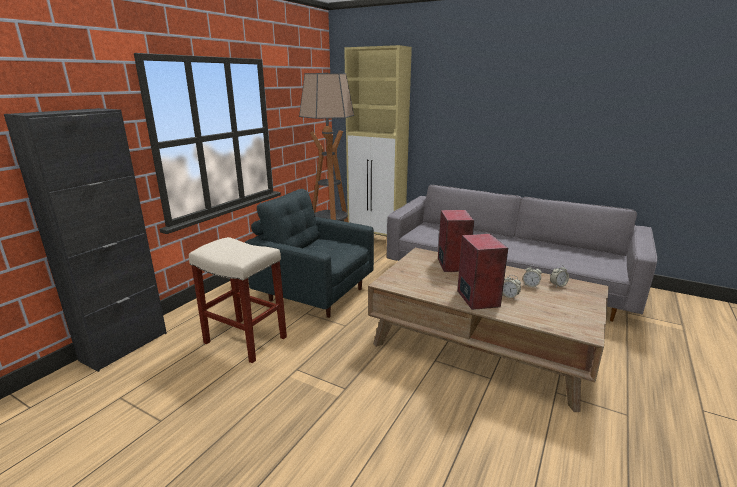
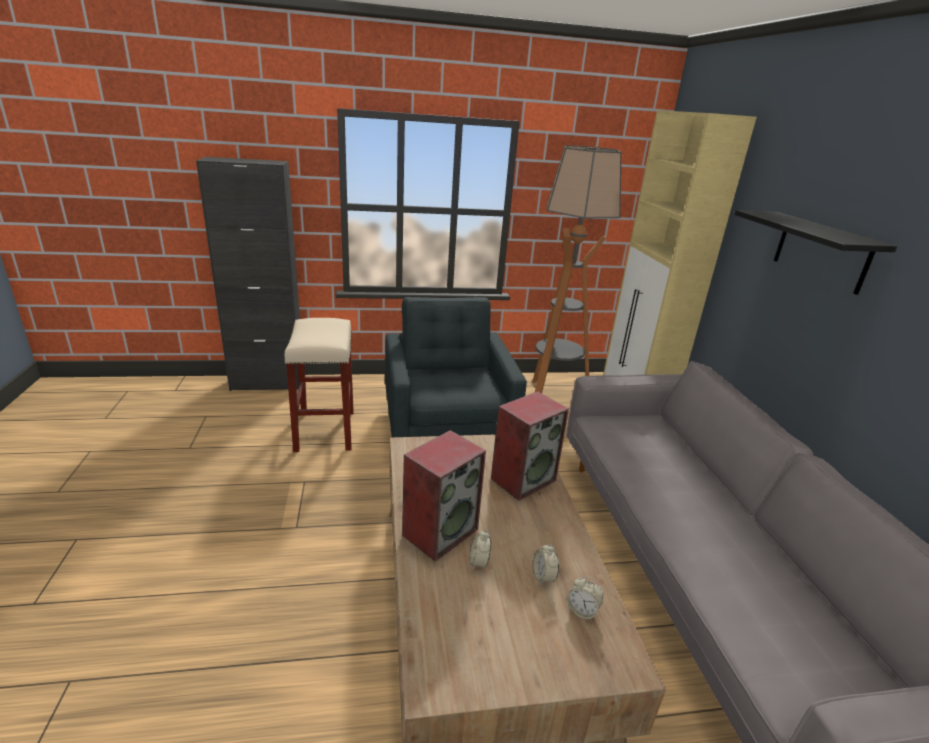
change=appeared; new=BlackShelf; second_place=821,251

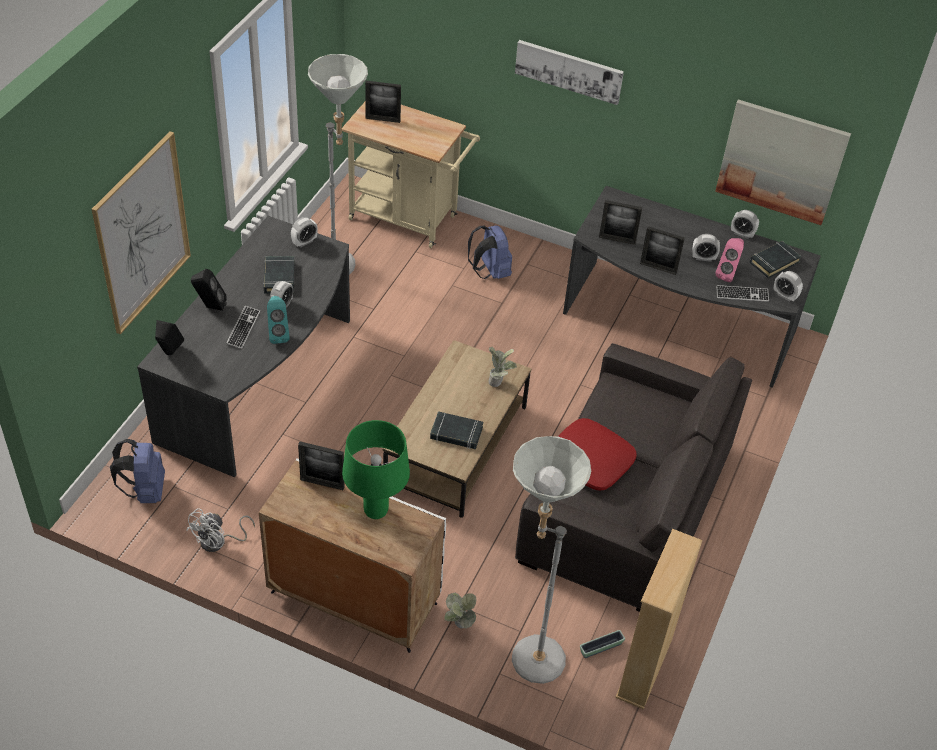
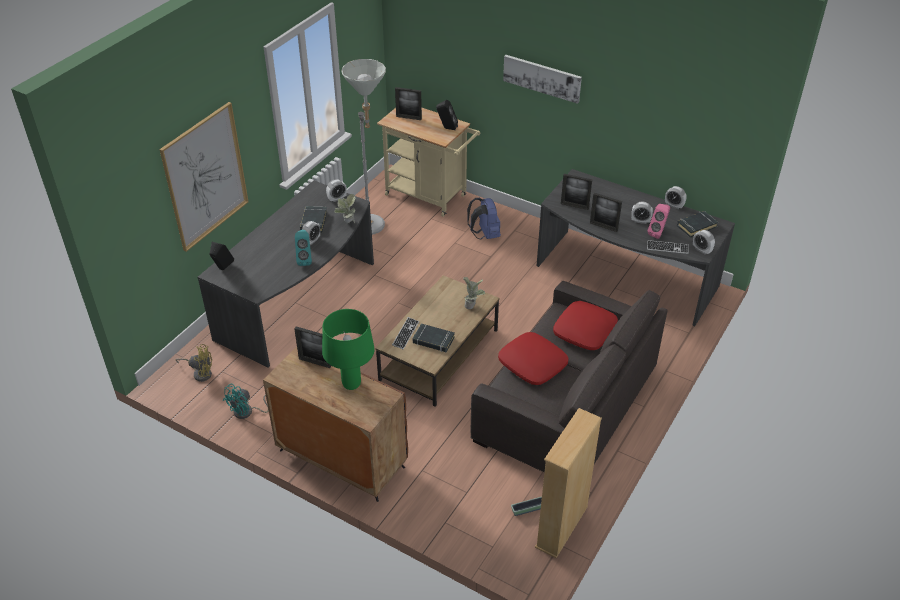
change=missing; old=Picture; first_place=781,161
change=relocated; old=BlackSpeaker; first_place=210,307; second_place=447,128
change=relocated; old=Keyboard; first_place=243,328; second_place=405,334
change=missing; old=GreyFloorLamp; first_place=526,656
change=exchanged; old=BlueBackpack; new=YellowFan; first_place=145,490; second_place=200,373
change=colour; old=WhiteCabinet; new=BrownCabinet; first_place=352,598; second_place=341,458
change=colour; old=WhiteFan; new=TurquoiseFan; first_place=218,542; second_place=247,412
change=relocated; old=PottedPlant; first_place=459,626; second_place=347,223
change=appeared; new=RedPillow; second_place=585,331

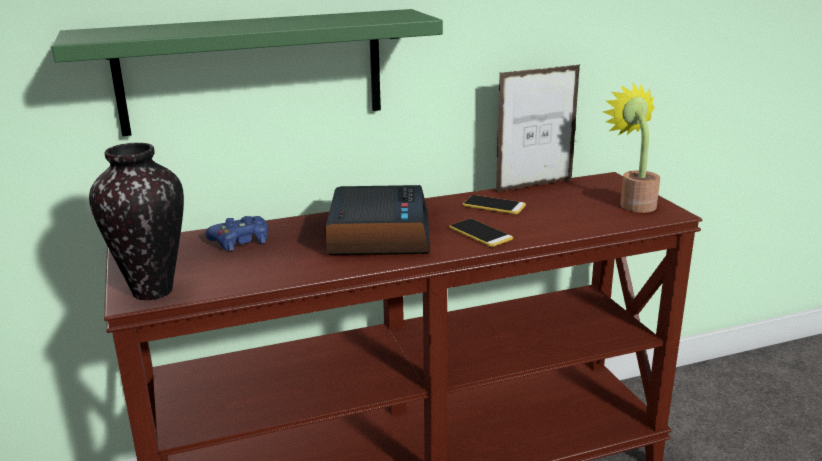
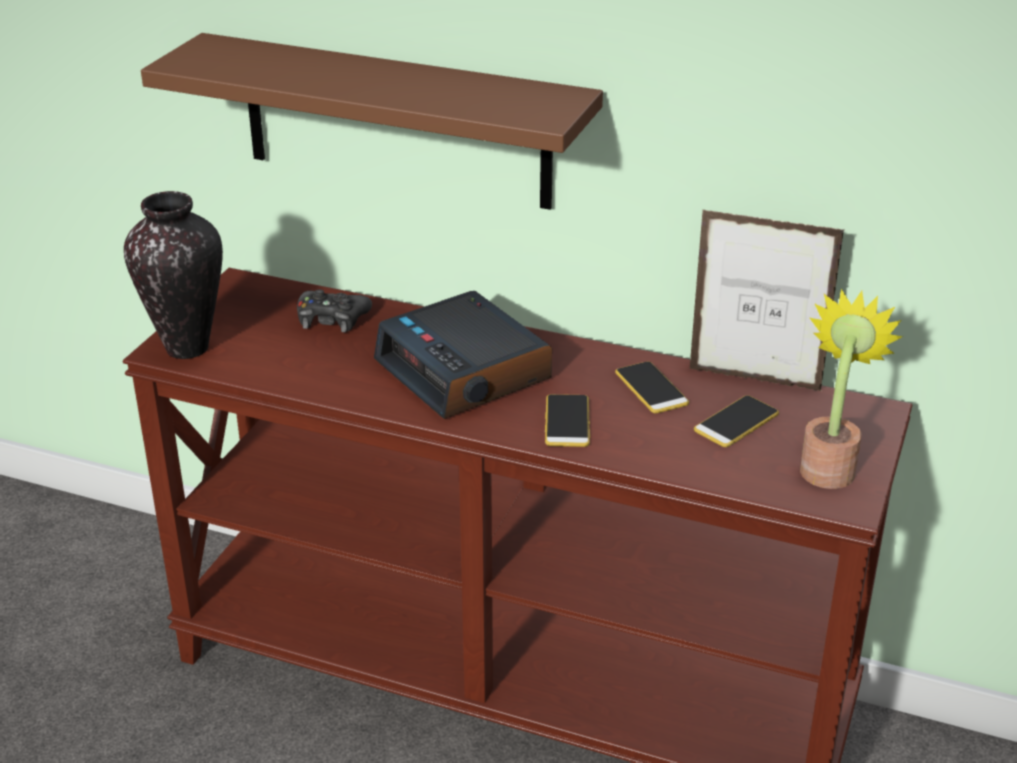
change=colour; old=GreenShelf; new=BrownShelf; first_place=252,71; second_place=396,122
change=spun; old=AlarmClock; first_place=378,234; second_place=465,371; degrees=105
change=colour; old=BlueGameController; new=BlackGameController; first_place=240,241; second_place=332,319
change=appeared; new=Phone; second_place=736,422

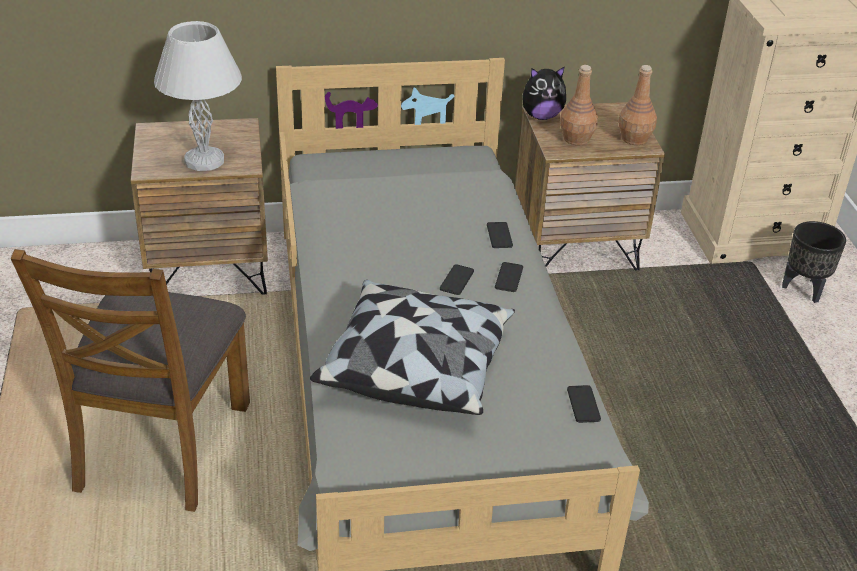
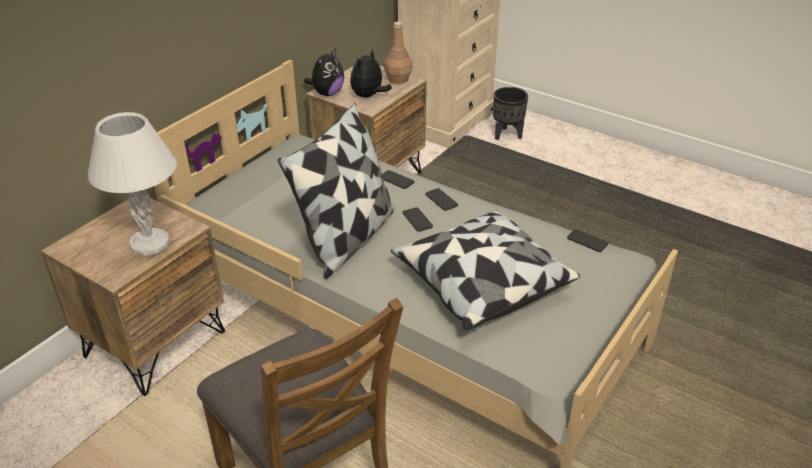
change=exchanged; old=BrownBottle; new=PlushToy; first_place=576,139; second_place=368,96
change=appeared; new=Pillow; second_place=347,238

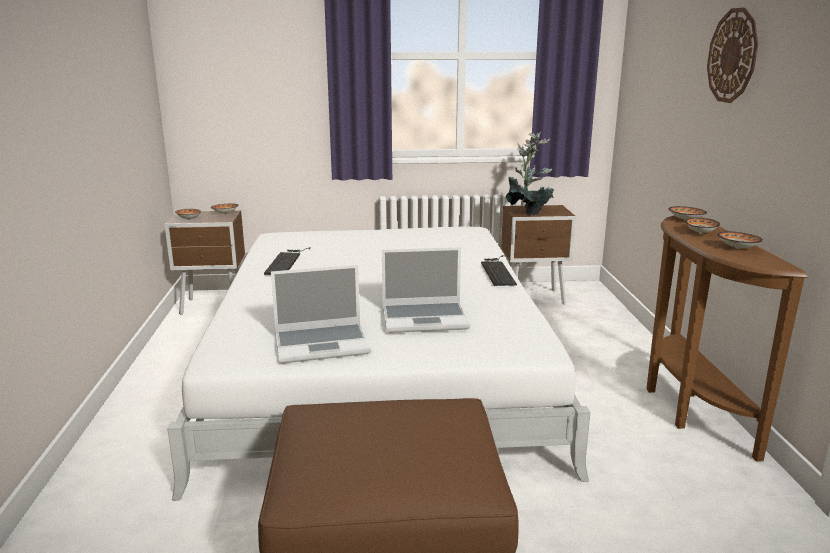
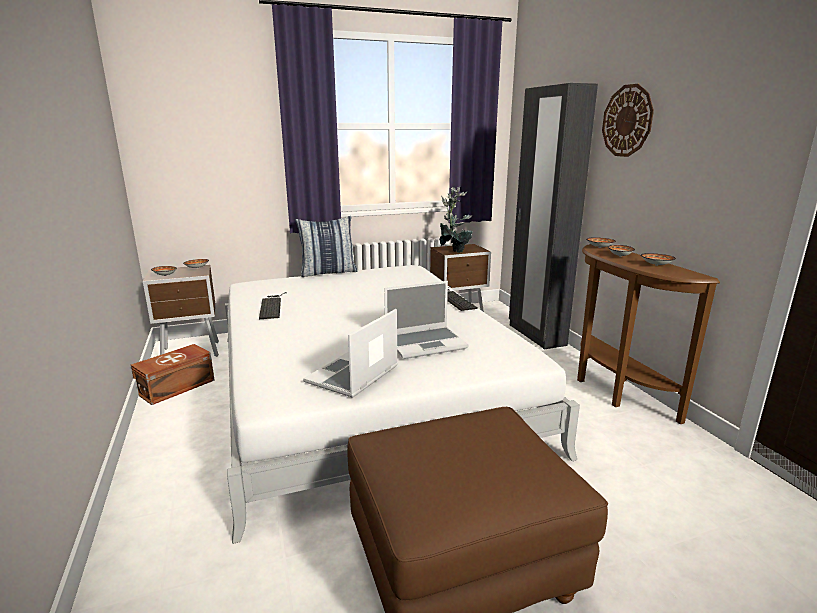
change=spun; old=Laptop; first_place=323,344; second_place=353,375; degrees=150
change=appeared; new=BlackWardrobe; second_place=536,335
change=appeared; new=Pillow; second_place=328,272
change=appeared; new=BrownStorageBox; second_place=178,387

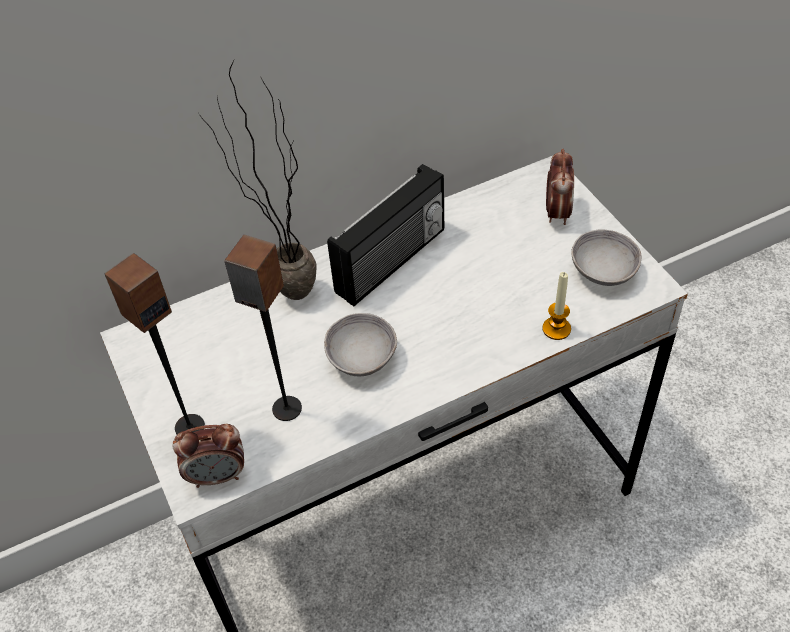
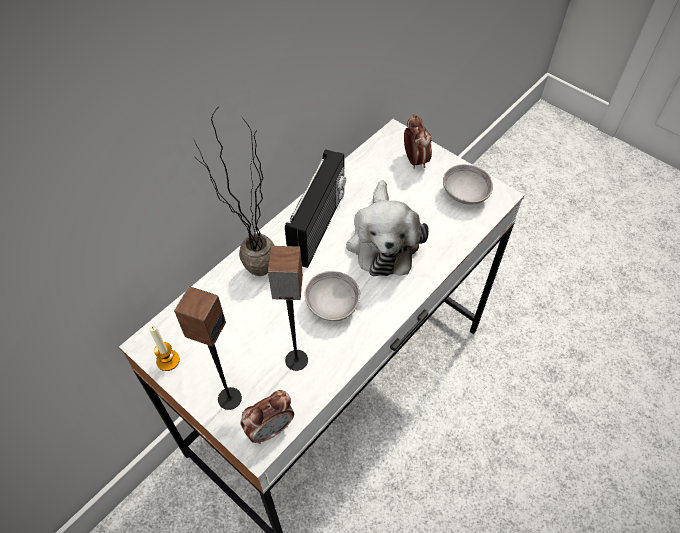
change=relocated; old=Candle; first_place=556,329; second_place=168,360
change=appeared; new=PlushToy; second_place=383,241

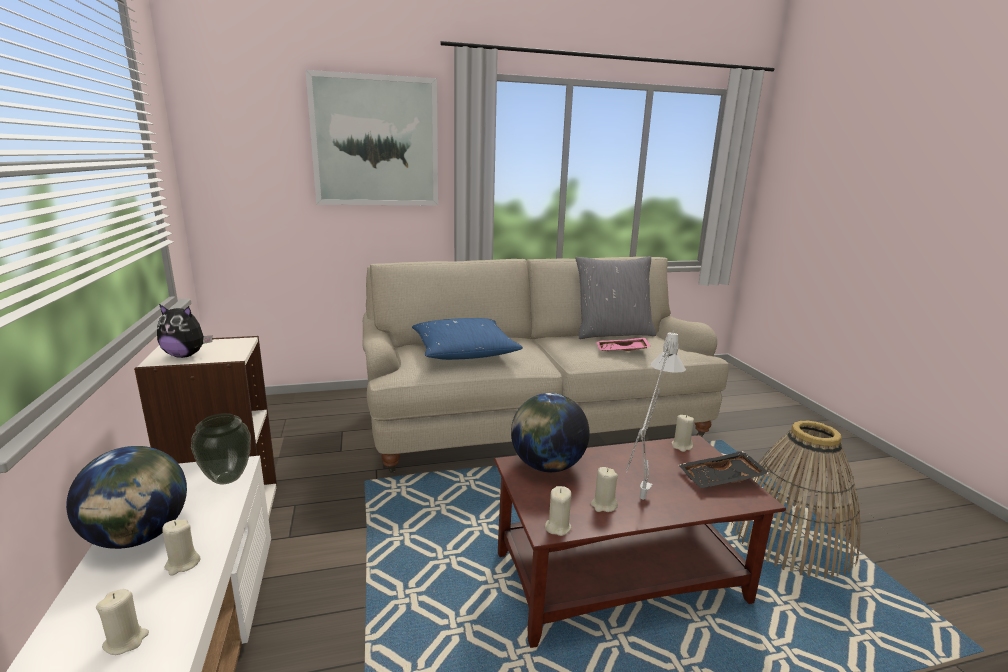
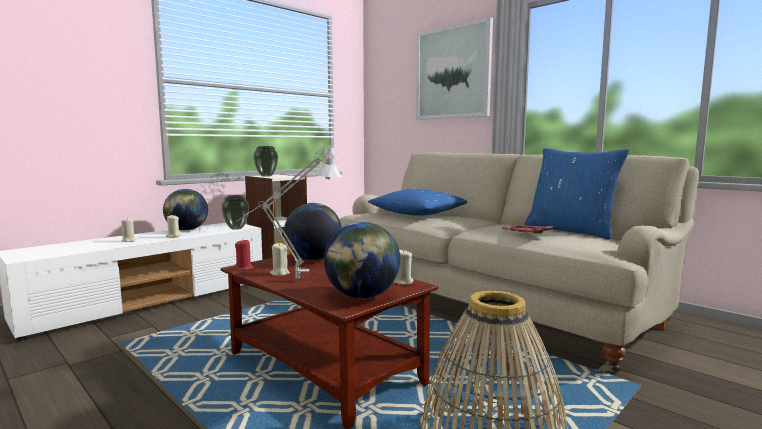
change=colour; old=GreyPillow; new=BluePillow; first_place=612,333; second_place=571,231
change=exchanged; old=PlushToy; new=Vase; first_place=186,355; second_place=266,176
change=exchanged; old=BlackTray; new=Globe; first_place=722,479; second_place=362,296
change=colour; old=BeigeCandle; new=RedCandle; first_place=557,527; second_place=244,268

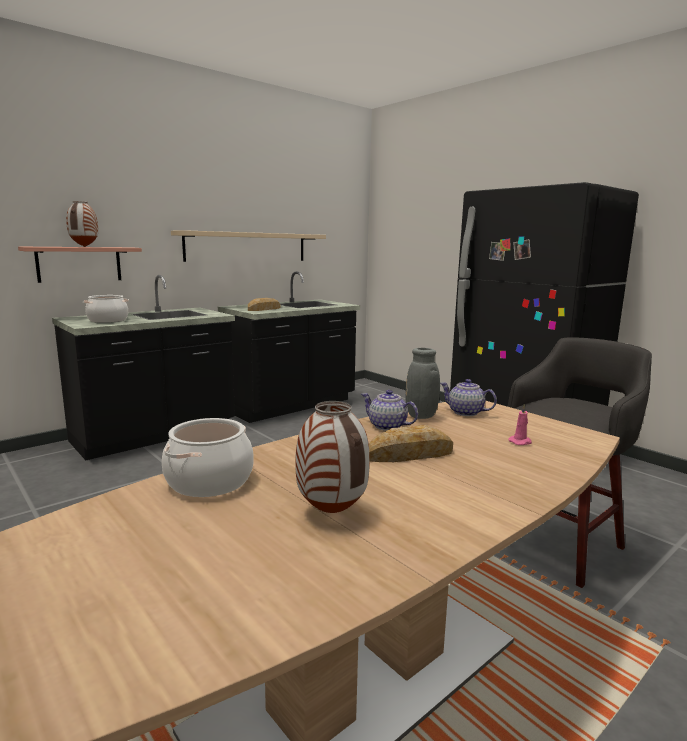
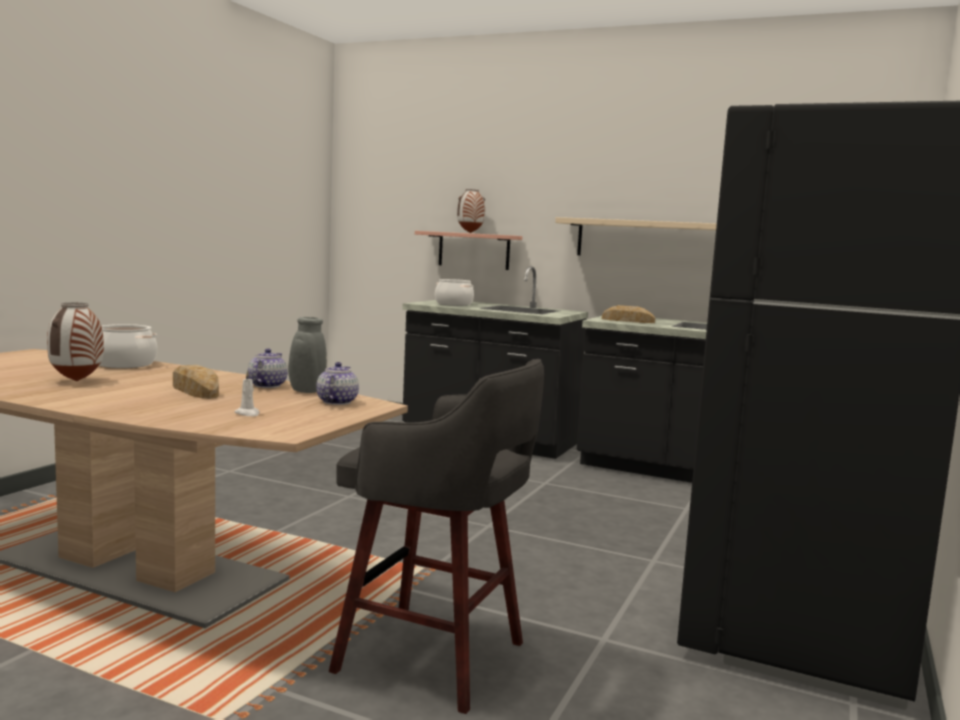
change=colour; old=PinkCandle; new=WhiteCandle; first_place=520,442; second_place=248,414

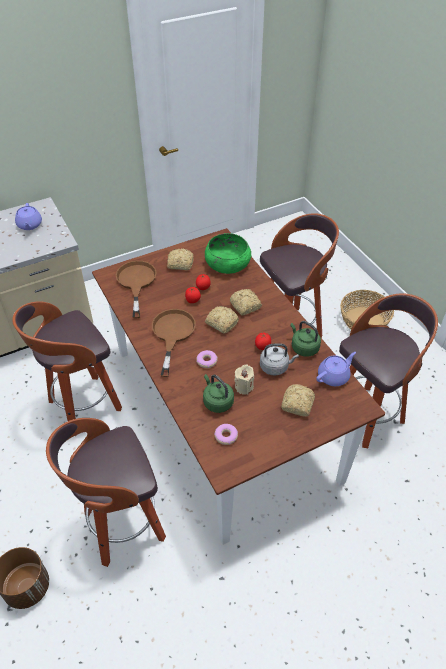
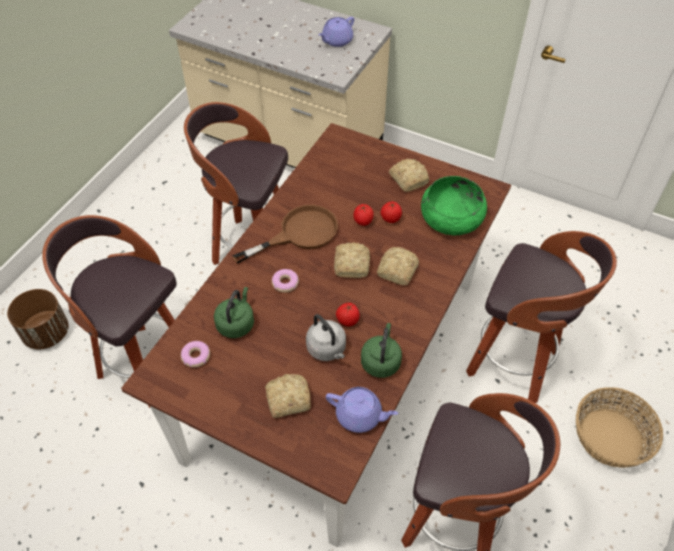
change=missing; old=BrownFryingPan; first_place=136,282
change=missing; old=BeigeCandle; first_place=244,387

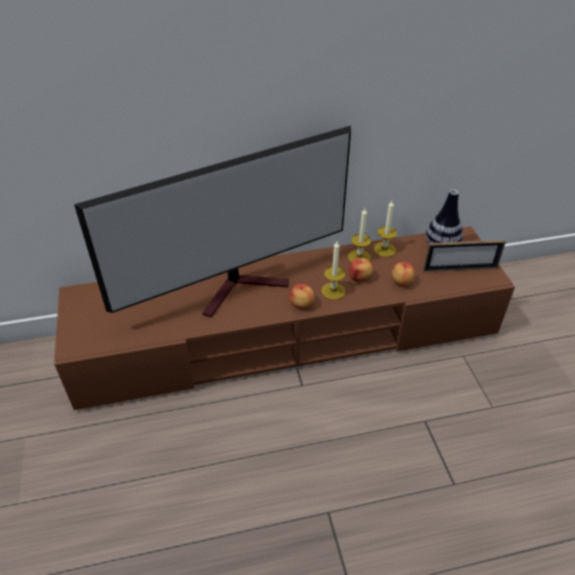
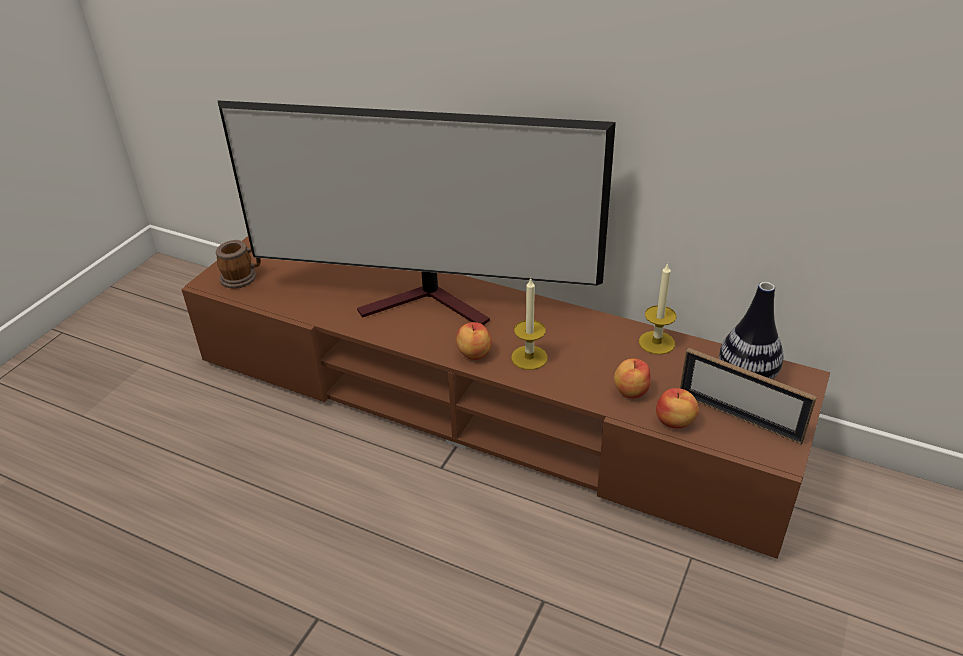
change=missing; old=Candle; first_place=359,257
change=relocated; old=Apple; first_place=360,278; second_place=675,422
change=appeared; new=Mug; second_place=242,277

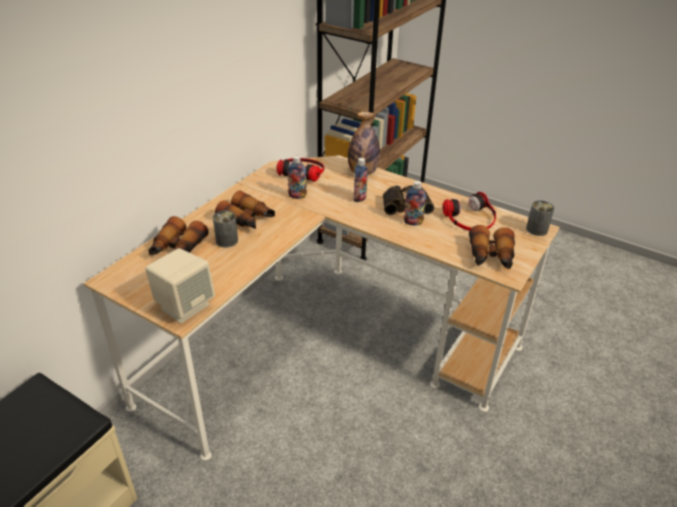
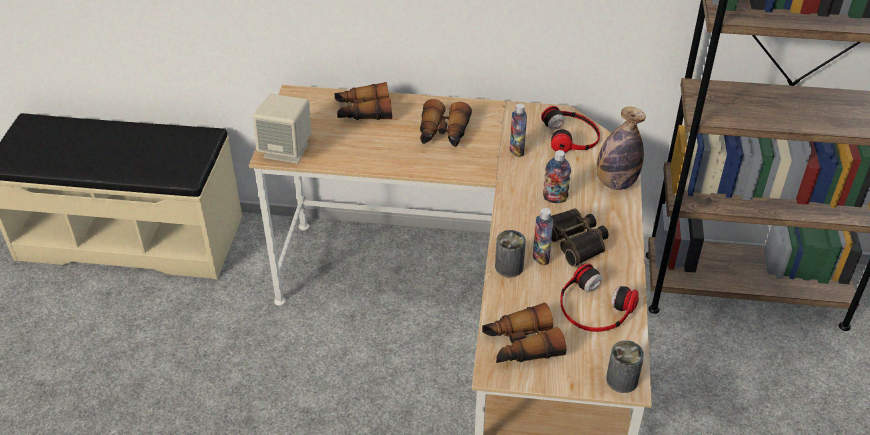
change=relocated; old=Can; first_place=227,241; second_place=509,267

